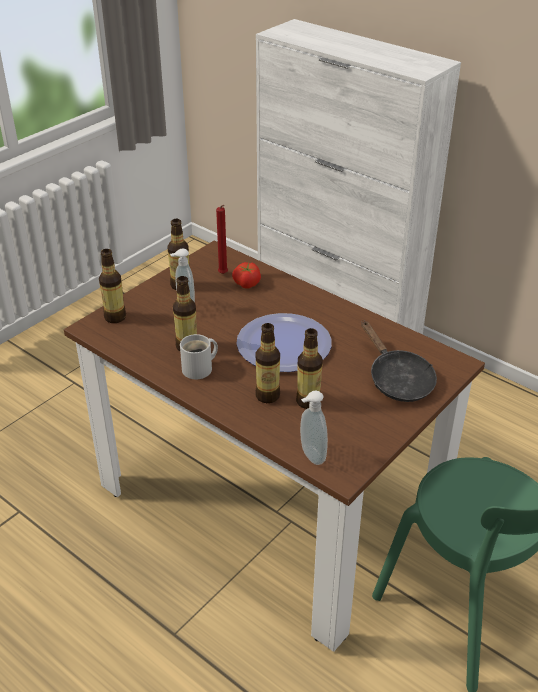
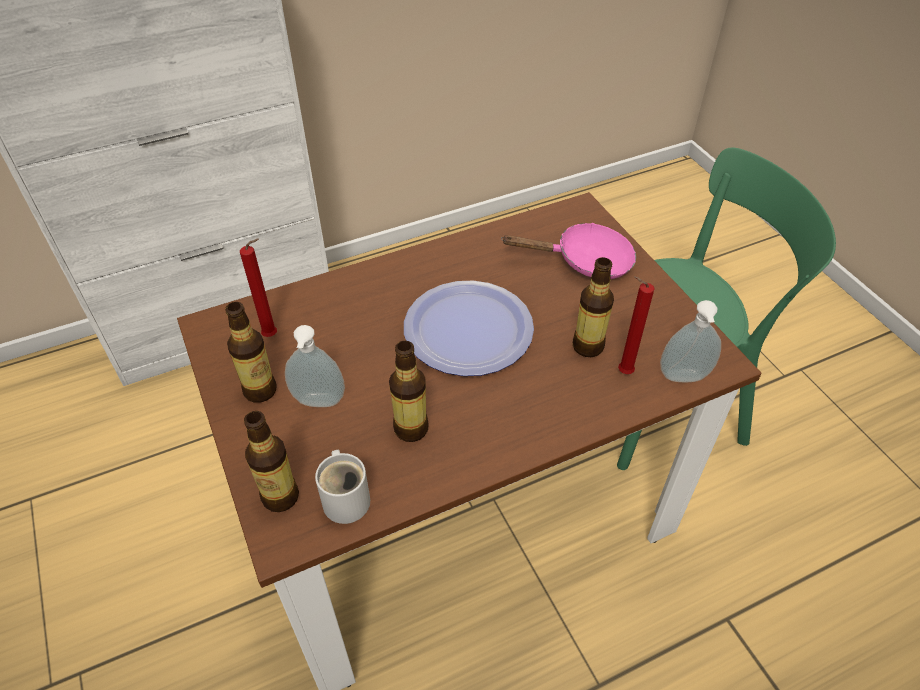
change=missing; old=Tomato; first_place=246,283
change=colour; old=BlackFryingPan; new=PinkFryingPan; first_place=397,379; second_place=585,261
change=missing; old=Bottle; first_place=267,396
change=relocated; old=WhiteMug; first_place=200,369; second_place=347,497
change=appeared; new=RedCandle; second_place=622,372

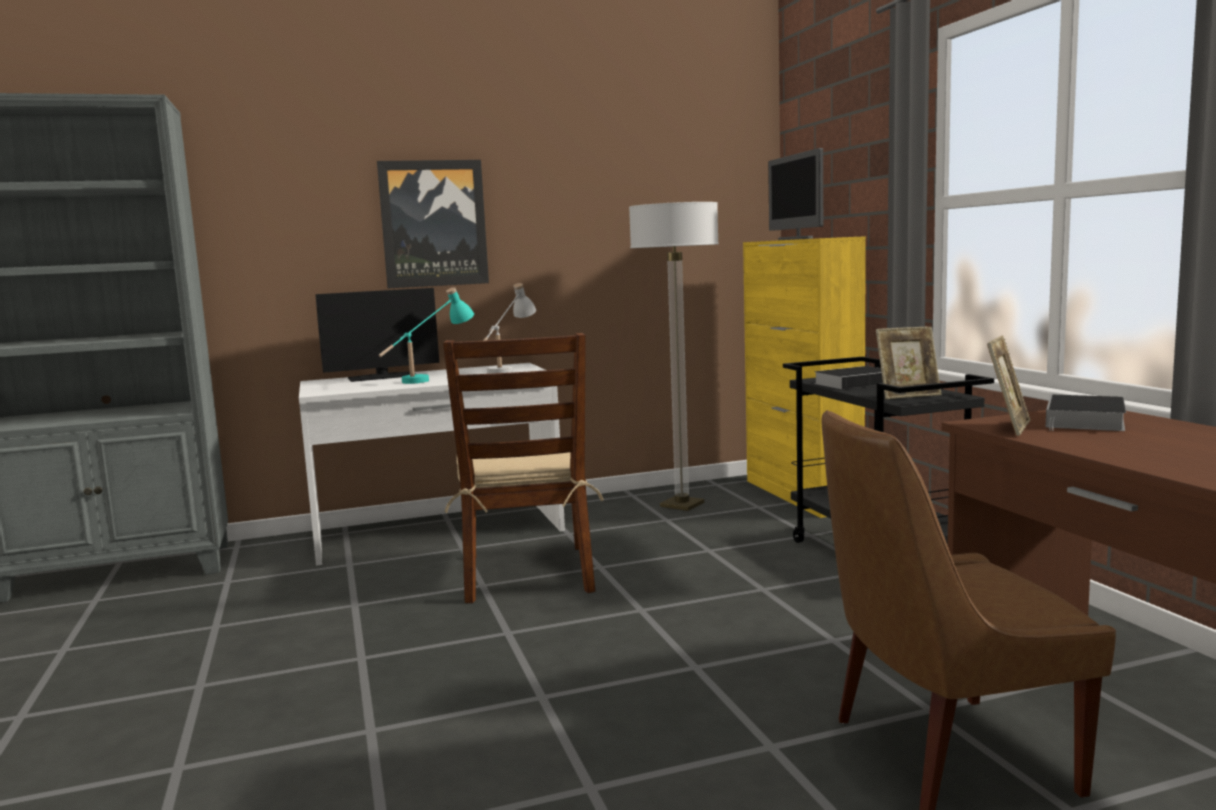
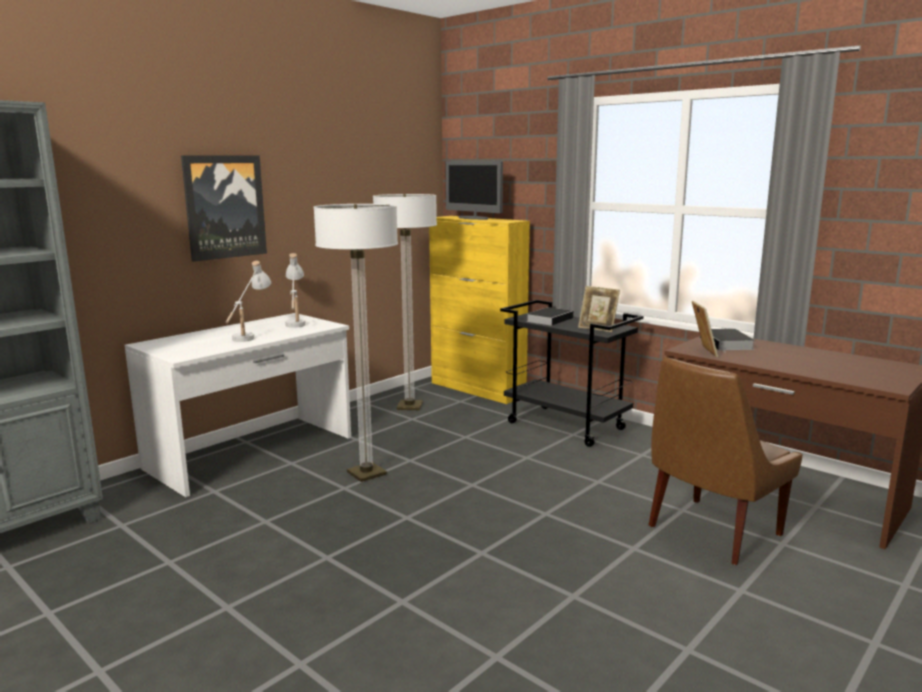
change=colour; old=TurquoiseTableLamp; new=WhiteTableLamp; first_place=430,379; second_place=249,335
change=missing; old=Monitor; first_place=382,377
change=spun; old=PictureFrame; first_place=908,395; second_place=597,328; degrees=75
change=exchanged; old=BrownChair; new=FloorLamp; first_place=528,574; second_place=366,473

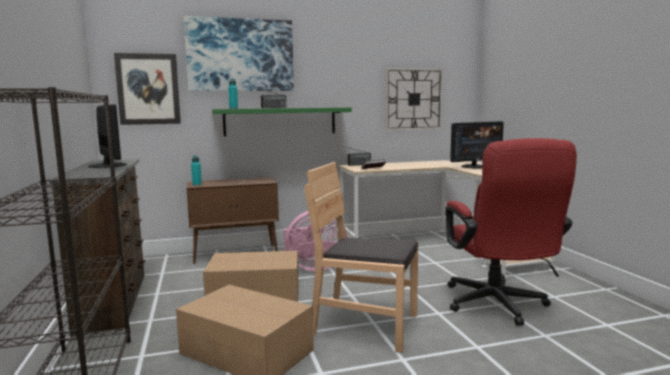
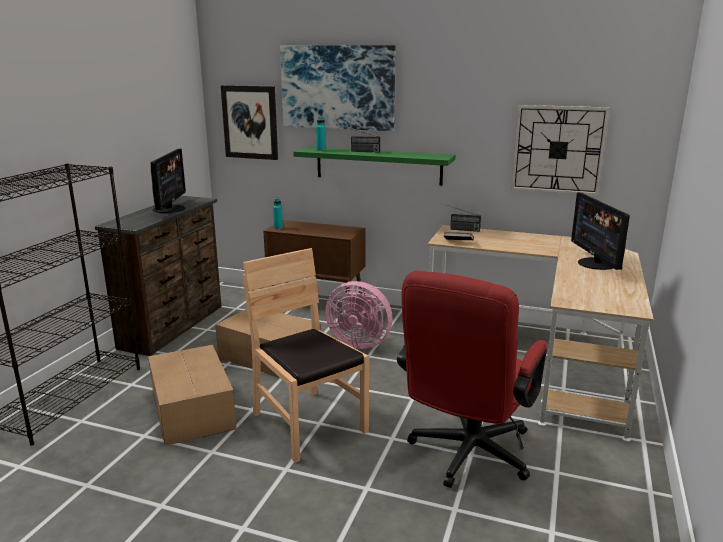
change=spun; old=Monitor; first_place=474,166; second_place=596,264; degrees=75

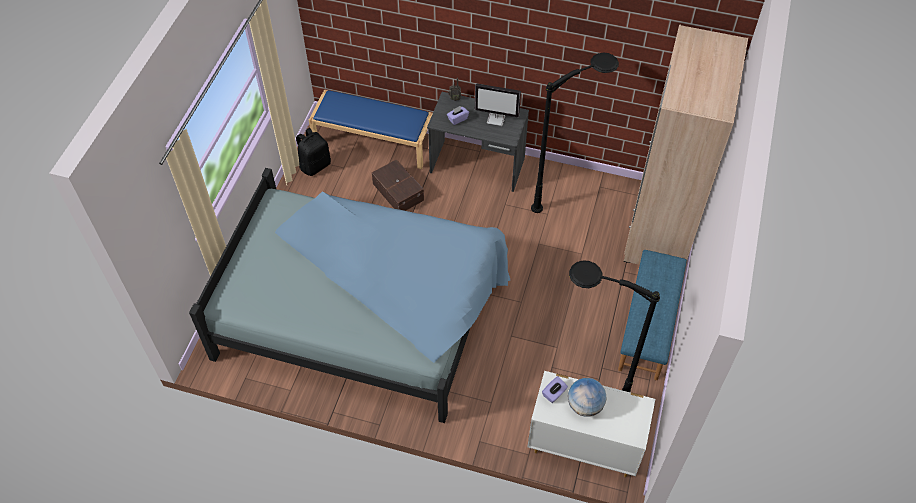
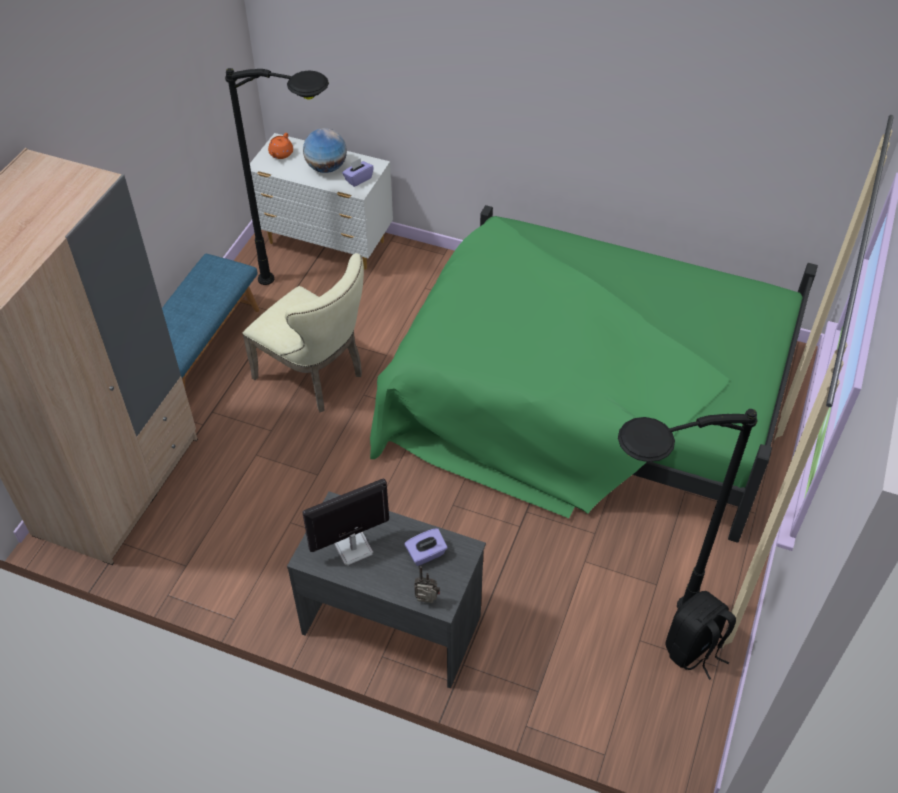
change=relocated; old=BlackFloorLamp; first_place=570,196; second_place=627,627
change=spun; old=Monitor; first_place=496,119; second_place=352,549; degrees=-45
change=missing; old=BlueBench; first_place=374,141
change=missing; old=BrownStorageBox; first_place=398,191
change=colour; old=BlueBed; new=GreenBed; first_place=365,309; second_place=584,400
change=appeared; new=OrangeTeapot; second_place=281,154
change=appeared; new=BeigeChair; second_place=315,377

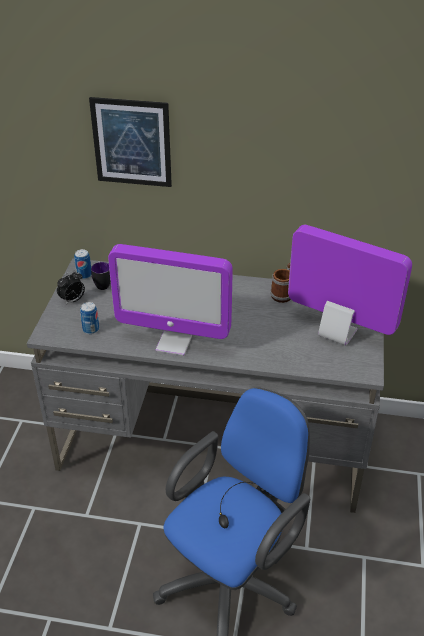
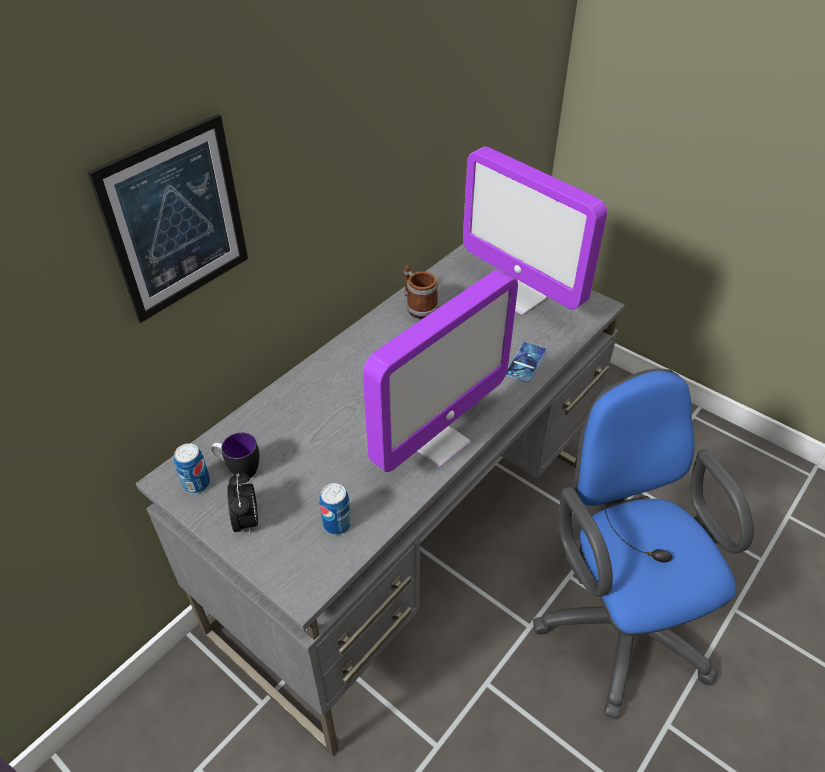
change=spun; old=Monitor; first_place=337,334; second_place=521,298; degrees=-105
change=appeared; new=Phone; second_place=525,362

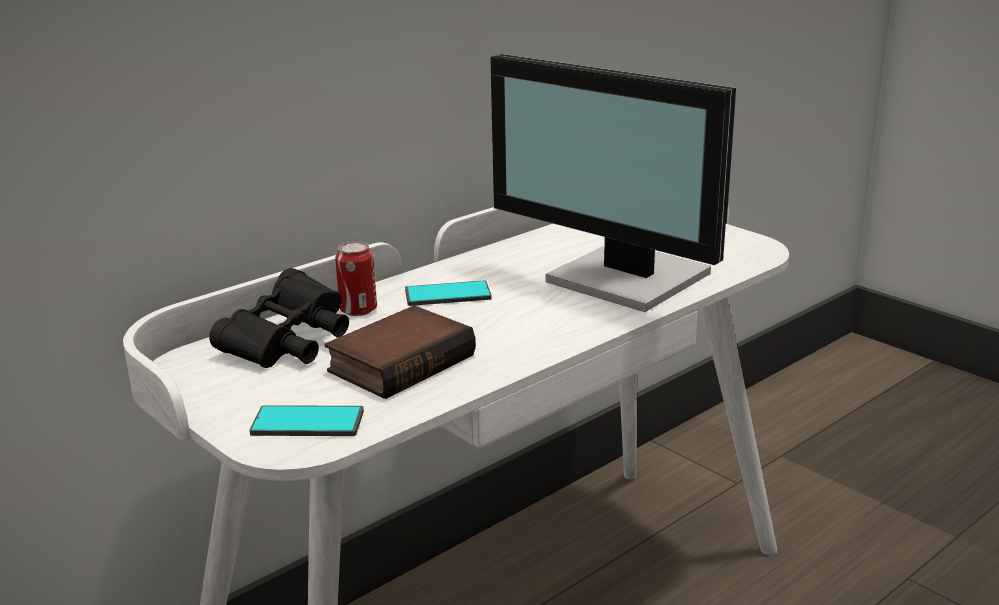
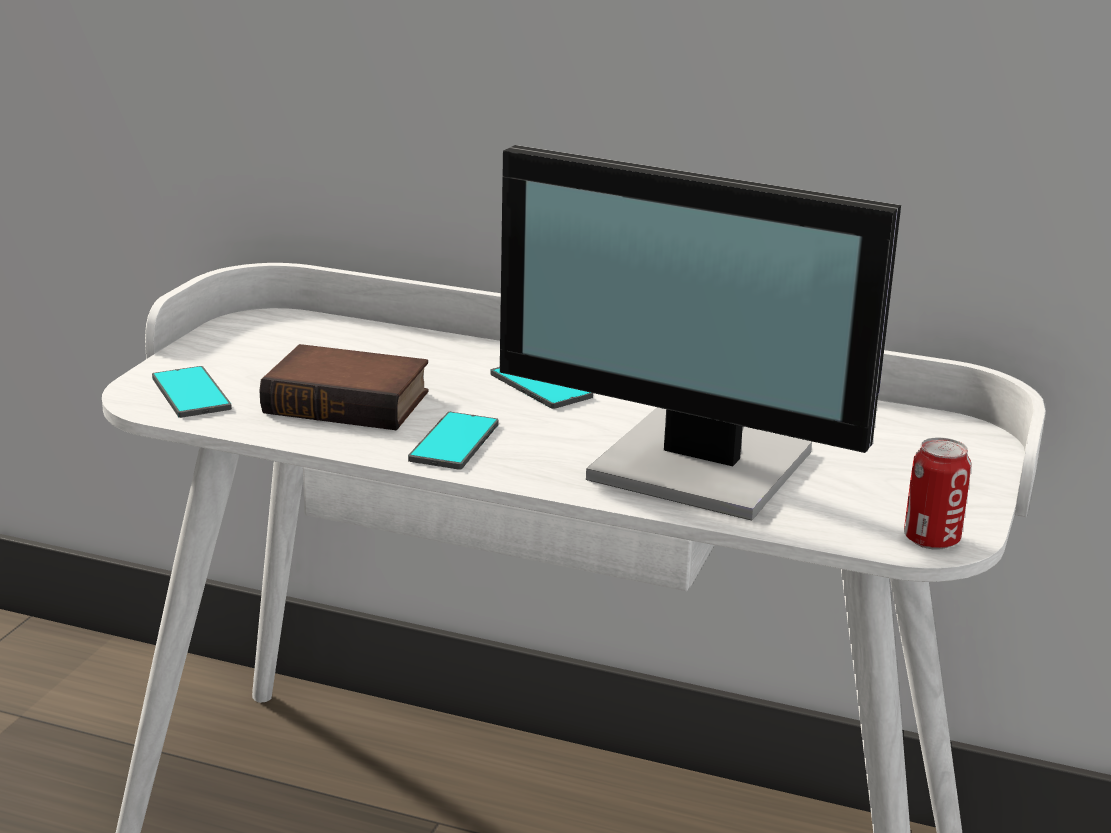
change=spun; old=Monitor; first_place=626,280; second_place=700,470; degrees=-75
change=relocated; old=Can; first_place=358,310; second_place=931,539
change=missing; old=BlackBinoculars; first_place=289,345
change=appeared; new=Phone; second_place=454,442

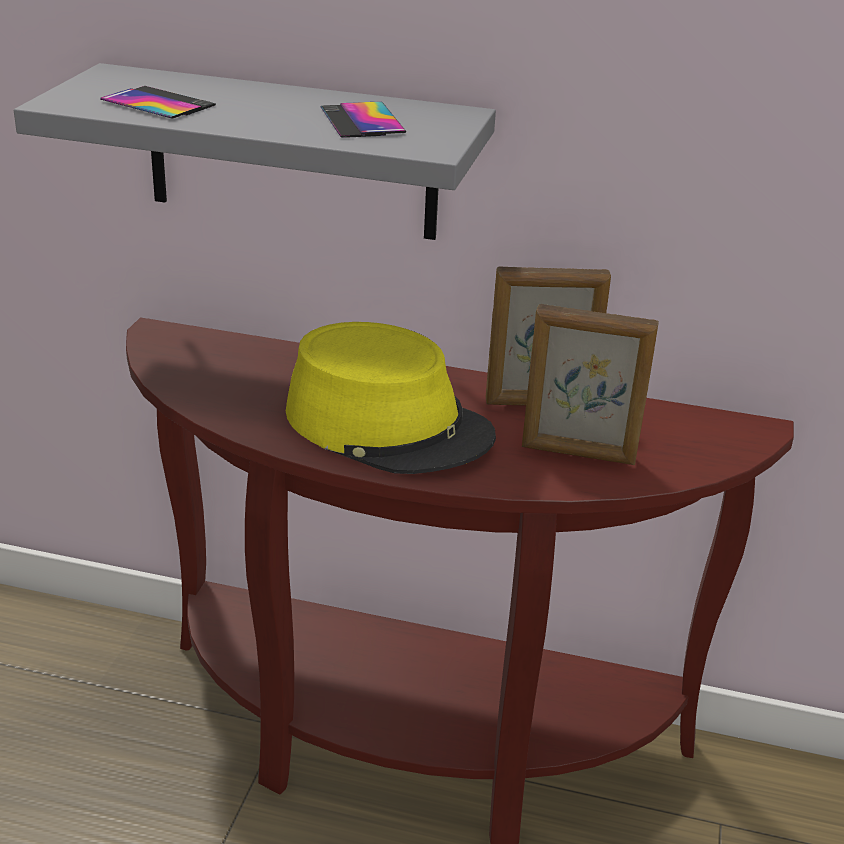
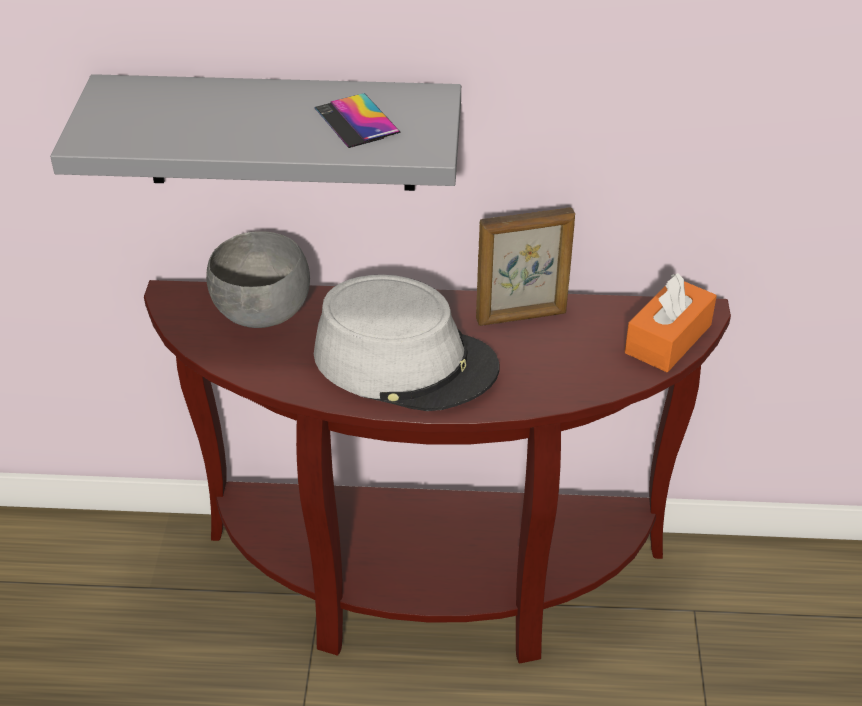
change=missing; old=Phone; first_place=158,103
change=missing; old=PictureFrame; first_place=578,454
change=colour; old=YellowHat; new=GreyHat; first_place=389,425; second_place=405,362
change=appeared; new=GreyBowl; second_place=262,315
change=appeared; new=OrangeTissueBox; second_place=668,339

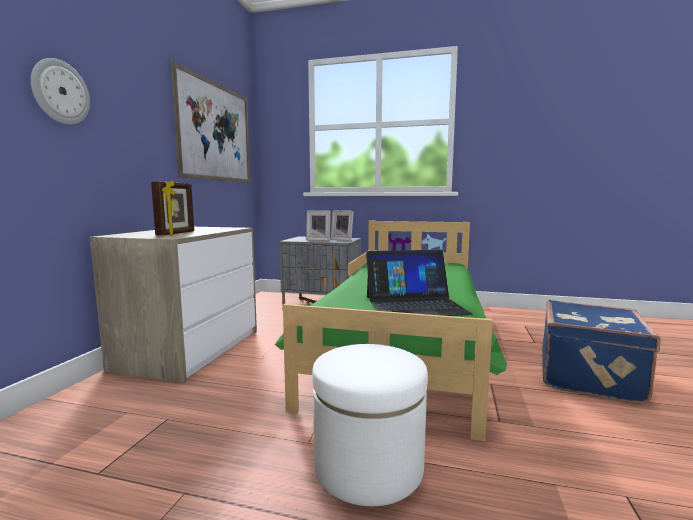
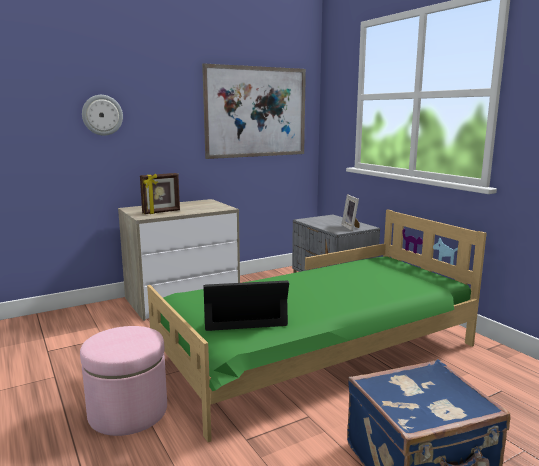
change=missing; old=PictureFrame; first_place=319,239
change=spun; old=Laptop; first_place=415,305; second_place=243,314; degrees=135
change=colour; old=WhiteOttoman; new=PinkOttoman; first_place=368,466; second_place=128,412

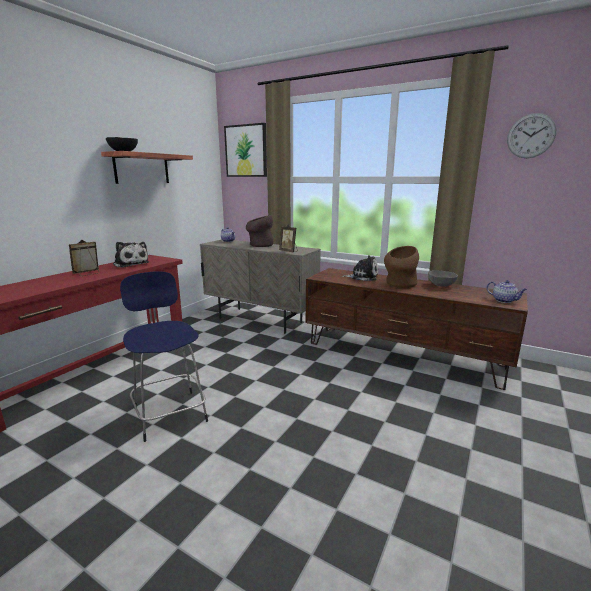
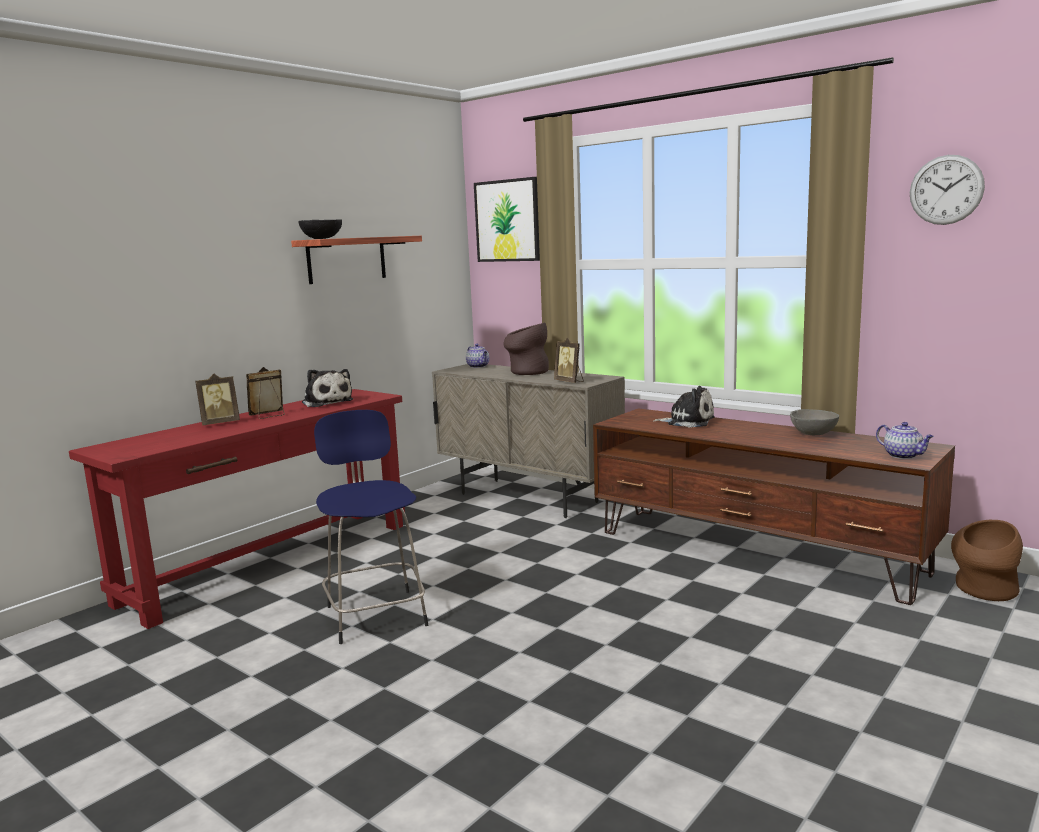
change=relocated; old=BrownVase; first_place=399,284; second_place=983,592
change=appeared; new=PictureFrame; second_place=219,423

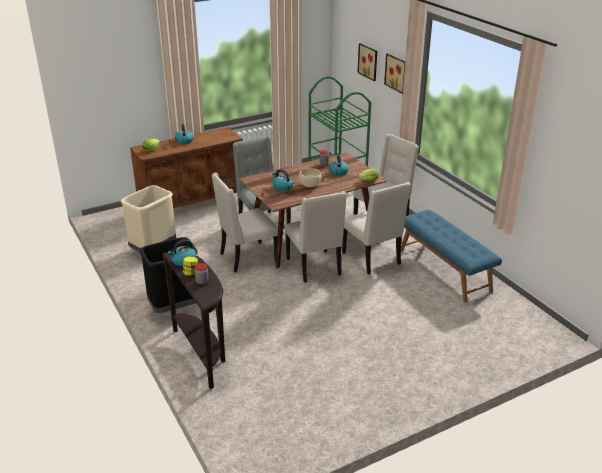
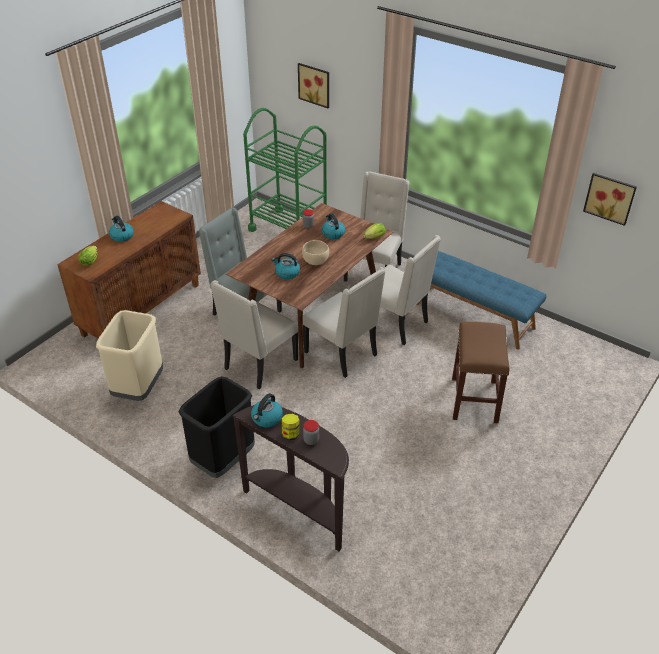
change=relocated; old=Picture; first_place=397,73; second_place=610,197
change=appeared; new=BrownStool; second_place=475,400

